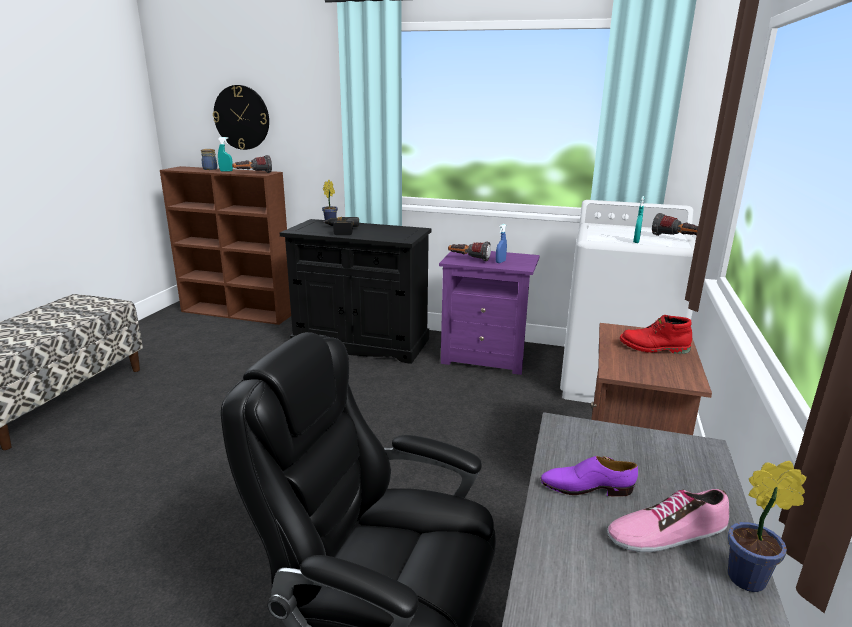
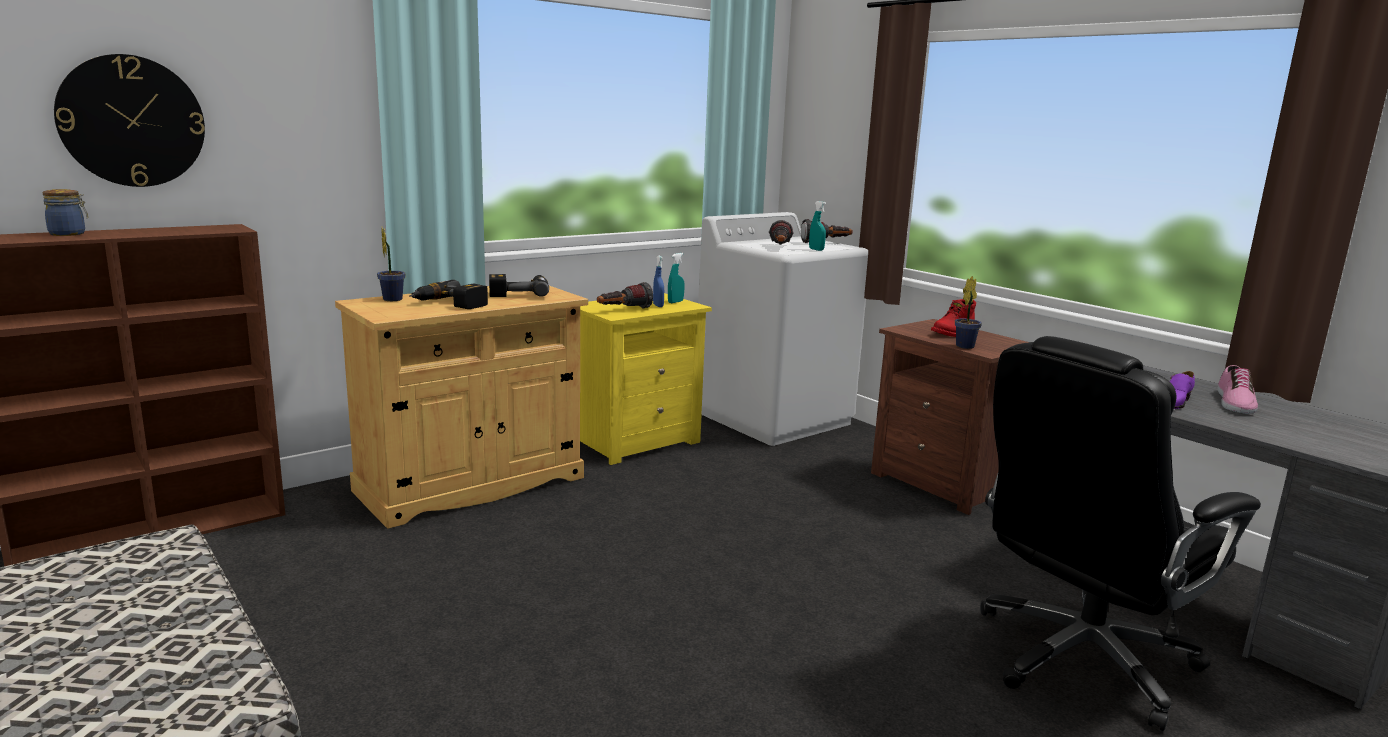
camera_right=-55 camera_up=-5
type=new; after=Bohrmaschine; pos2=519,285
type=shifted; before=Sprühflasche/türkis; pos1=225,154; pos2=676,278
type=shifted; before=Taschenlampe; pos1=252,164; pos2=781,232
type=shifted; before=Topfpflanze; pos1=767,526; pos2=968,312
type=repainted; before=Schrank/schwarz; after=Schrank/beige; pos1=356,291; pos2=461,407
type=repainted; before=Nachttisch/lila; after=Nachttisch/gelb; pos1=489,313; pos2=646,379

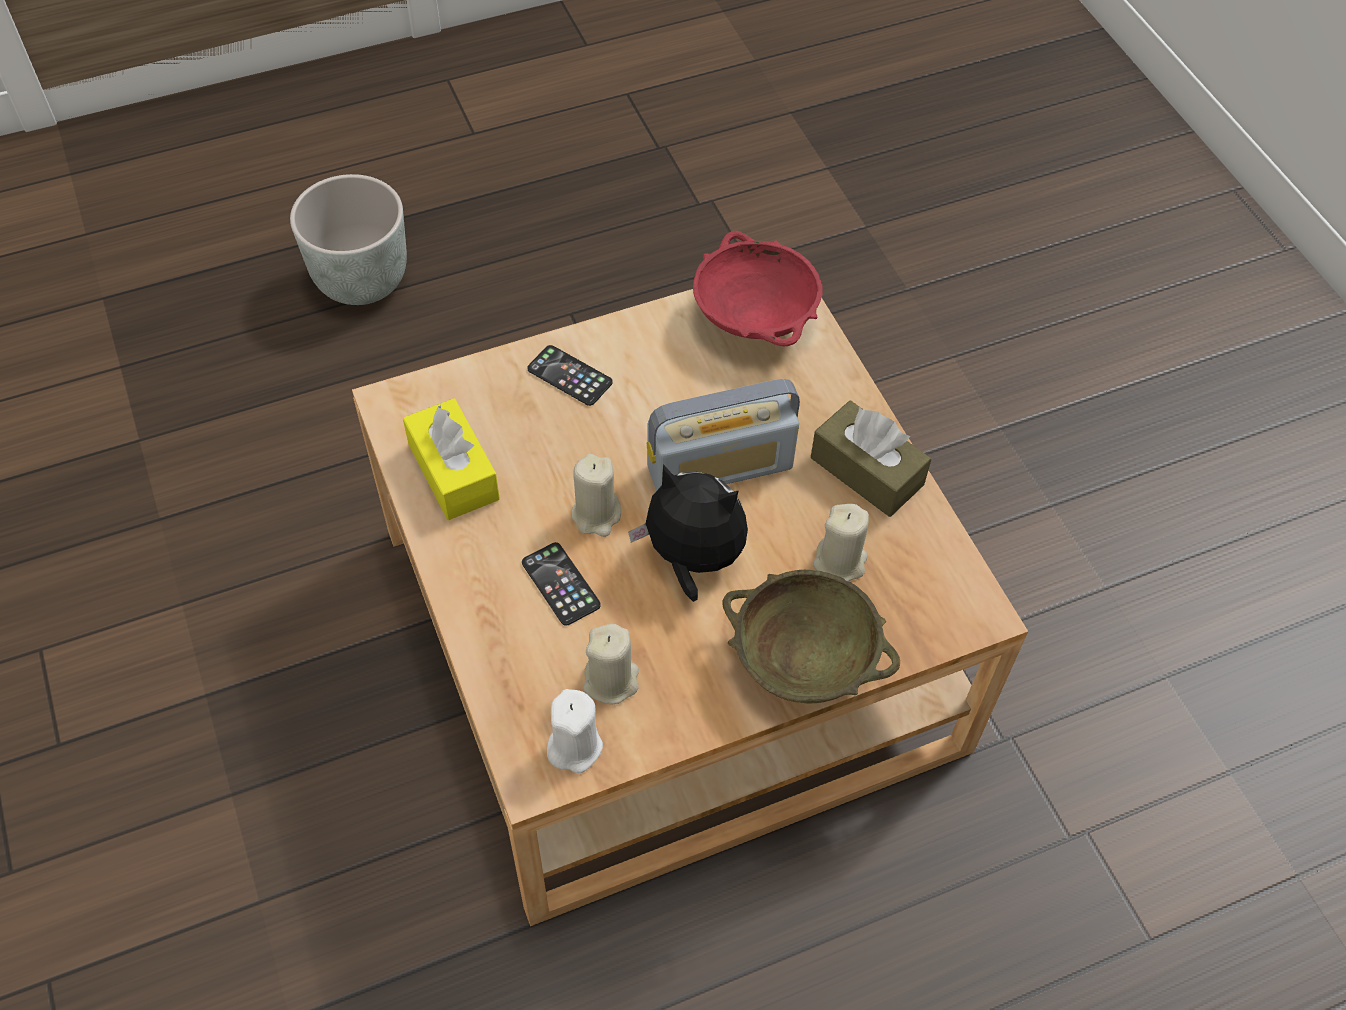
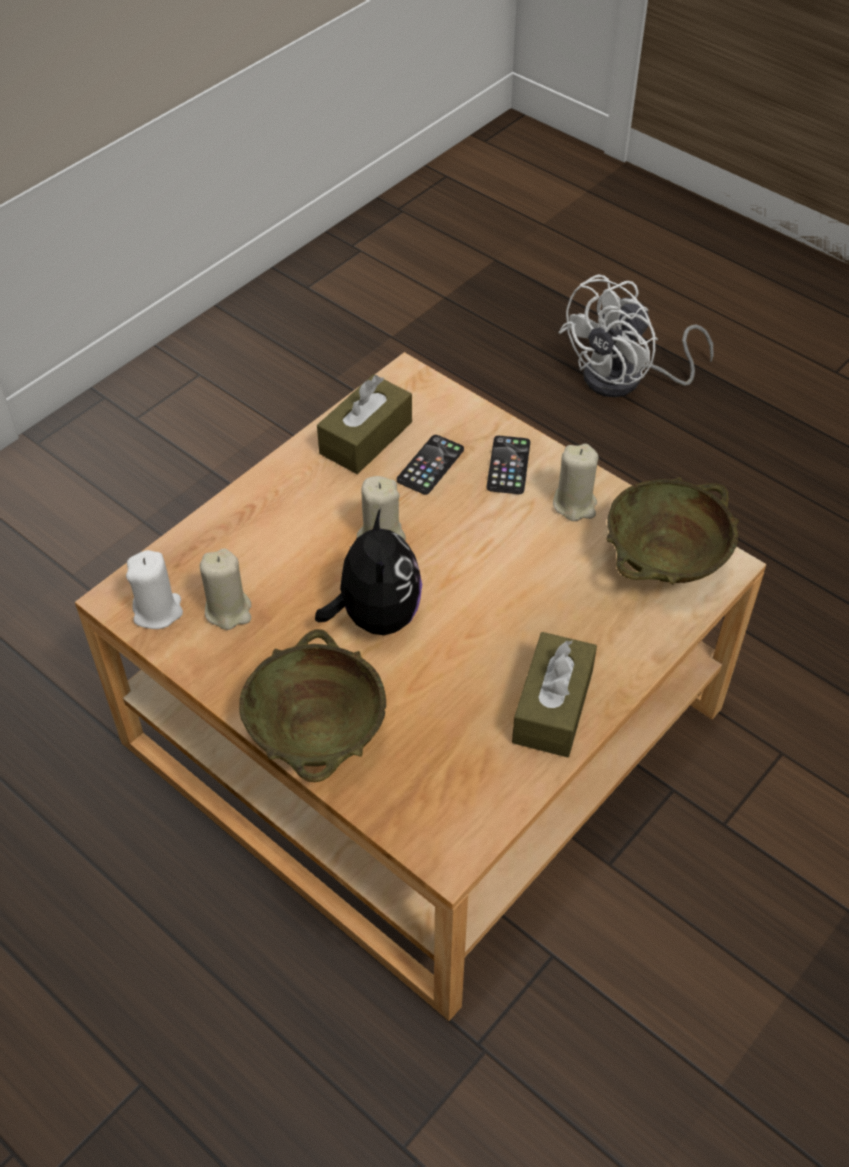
camera_right=65 camera_up=-5
type=gone; before=Radio; pos1=723,435
type=shifted; before=Handy; pos1=561,584; pos2=430,465
type=shifted; before=Kerze/beige; pos1=841,543; pos2=575,482
type=swapped; before=Pflanzkübel/grau; after=Ventilator/weiß; pos1=348,239; pos2=636,335
type=repainted; before=Taschentuchbox/gelb; after=Taschentuchbox/braun; pos1=451,459; pos2=364,424
type=repainted; before=Schüssel/rot; after=Schüssel/beige; pos1=758,289; pos2=672,531

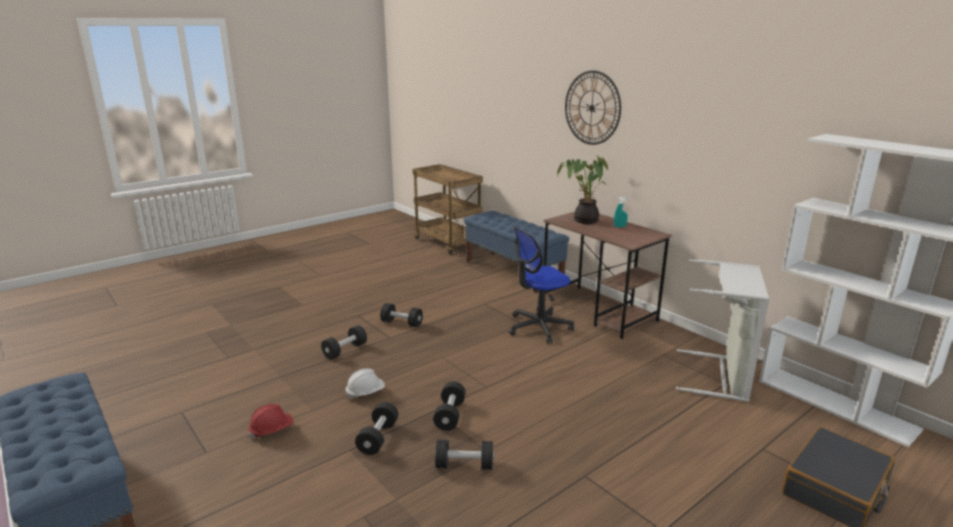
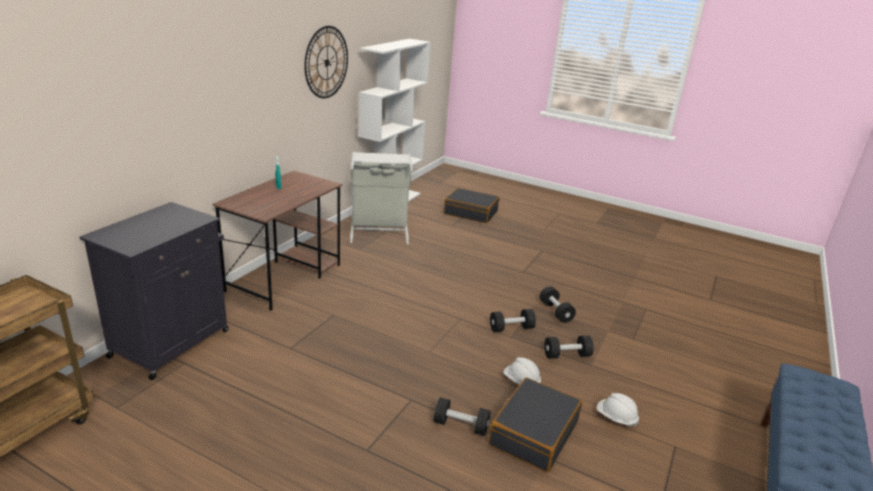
camera_right=-115 camera_up=5
type=gone; before=Hantel/schwarz; pos1=401,315
type=gone; before=Bürostuhl; pos1=541,285
type=gone; before=Topfpflanze; pos1=582,189
type=new; after=Koffer/schwarz; pos2=535,425
type=shifted; before=Wanduhr; pos1=593,108; pos2=326,62
type=swapped; before=Bank/blau; after=Schrank/schwarz; pos1=516,252; pos2=154,291
type=repainted; before=Schutzhelm/rot; after=Schutzhelm/weiß; pos1=270,421; pos2=618,410

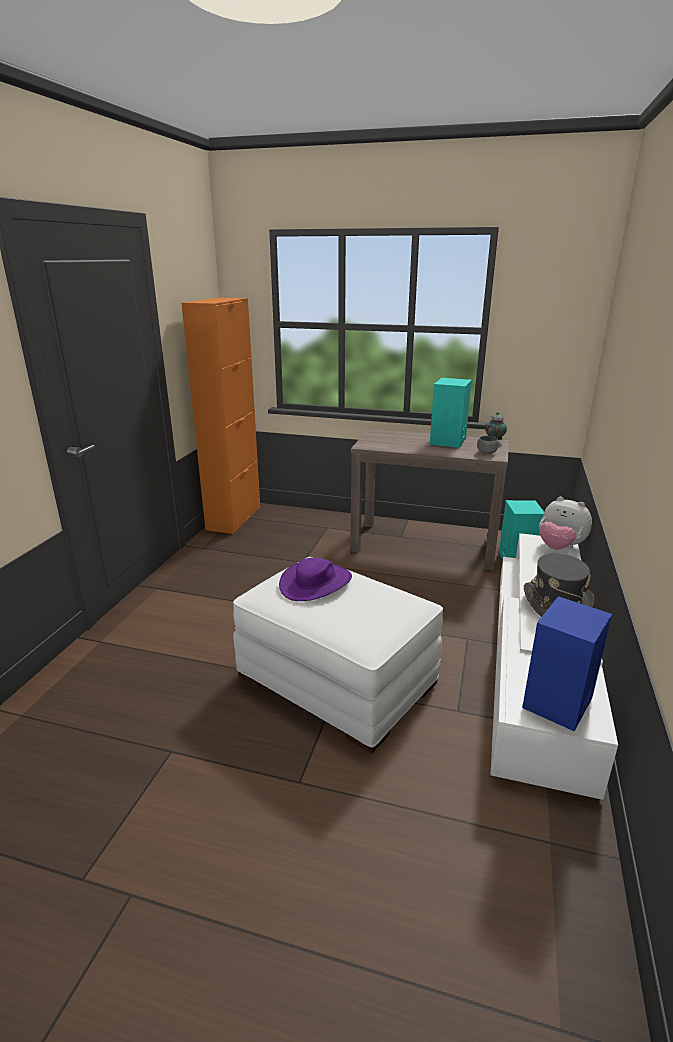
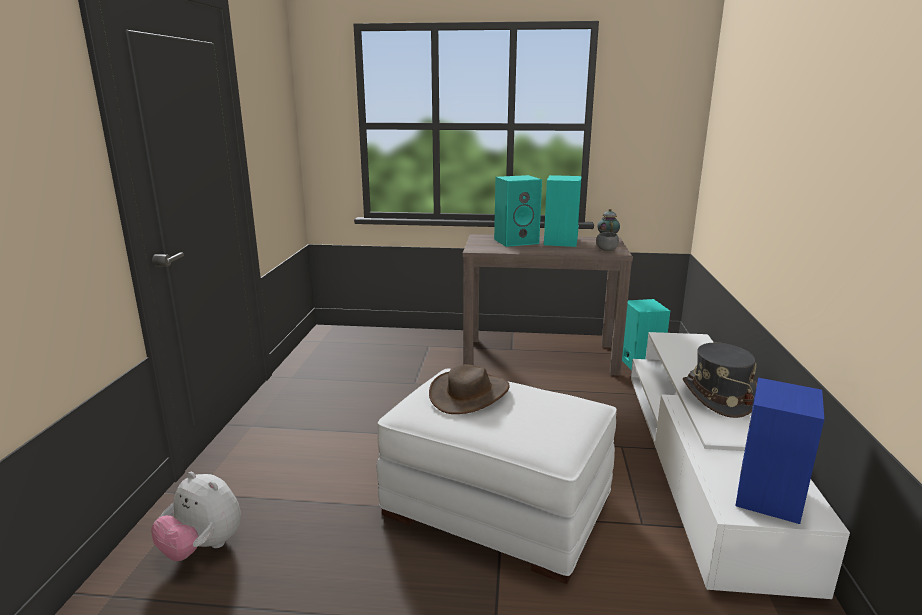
camera_right=-10 camera_up=-5
type=gone; before=Schrank/orange; pos1=221,416
type=new; after=Lautsprecher/türkis; pos2=518,211
type=shifted; before=Plüschtier; pos1=565,523; pos2=196,516
type=repainted; before=Hut/lila; after=Hut/braun; pos1=315,579; pos2=469,389

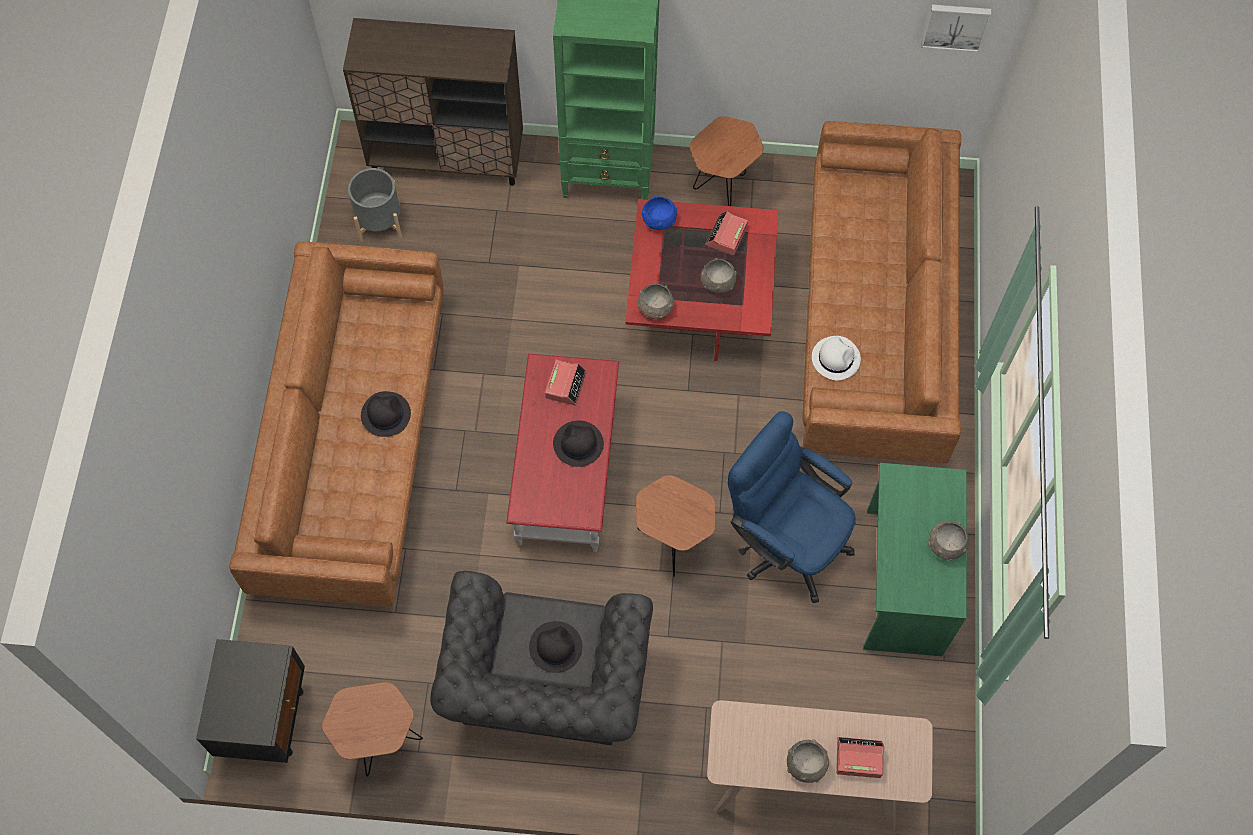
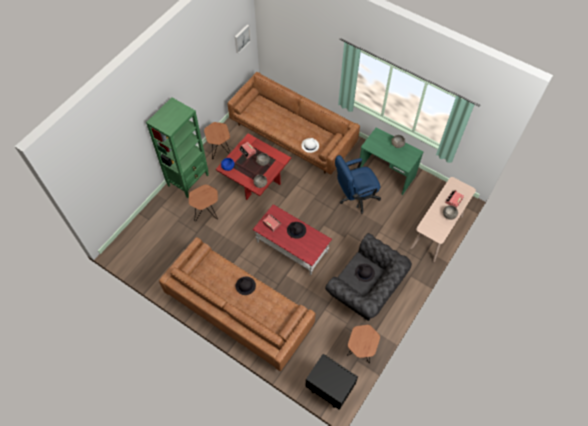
camera_right=-60 camera_up=-5
type=gone; before=Schrank/braun; pos1=433,102
type=gone; before=Pflanzkübel/grau; pos1=375,205
type=shifted; before=Beistelltisch/braun; pos1=676,526; pos2=203,203

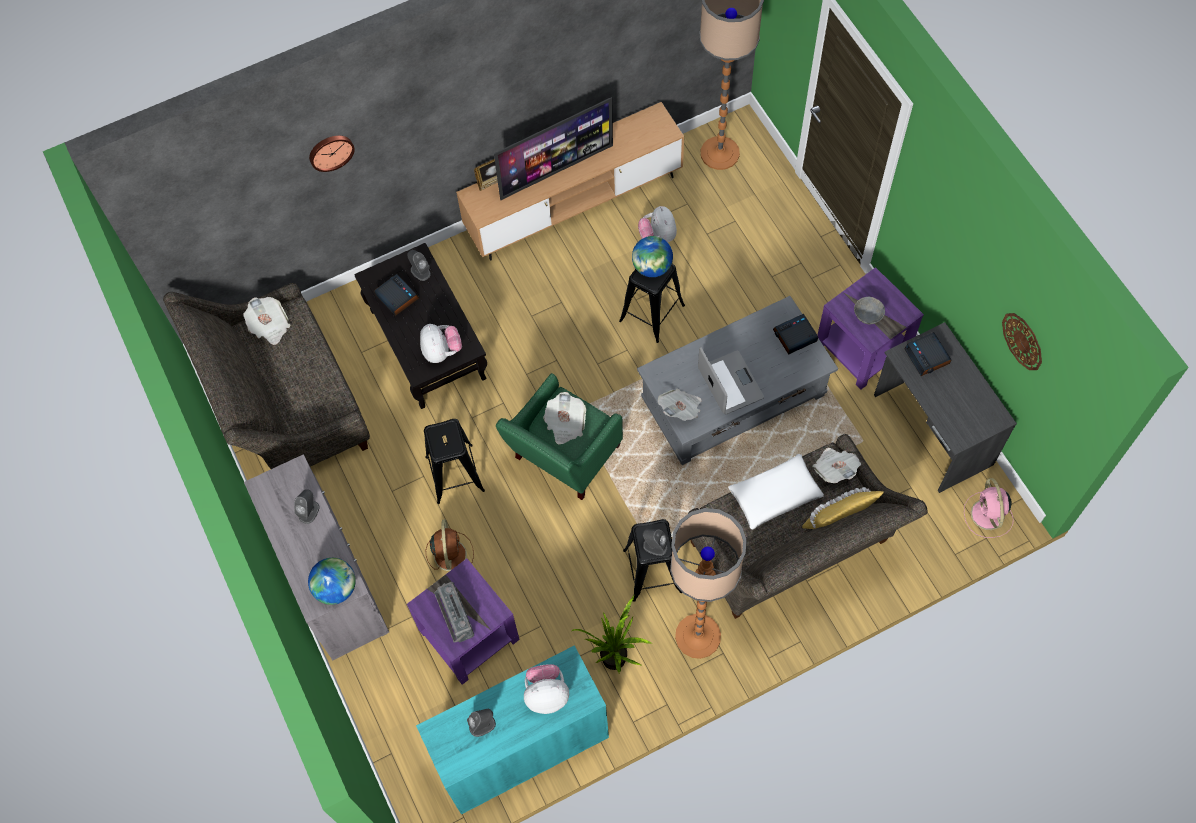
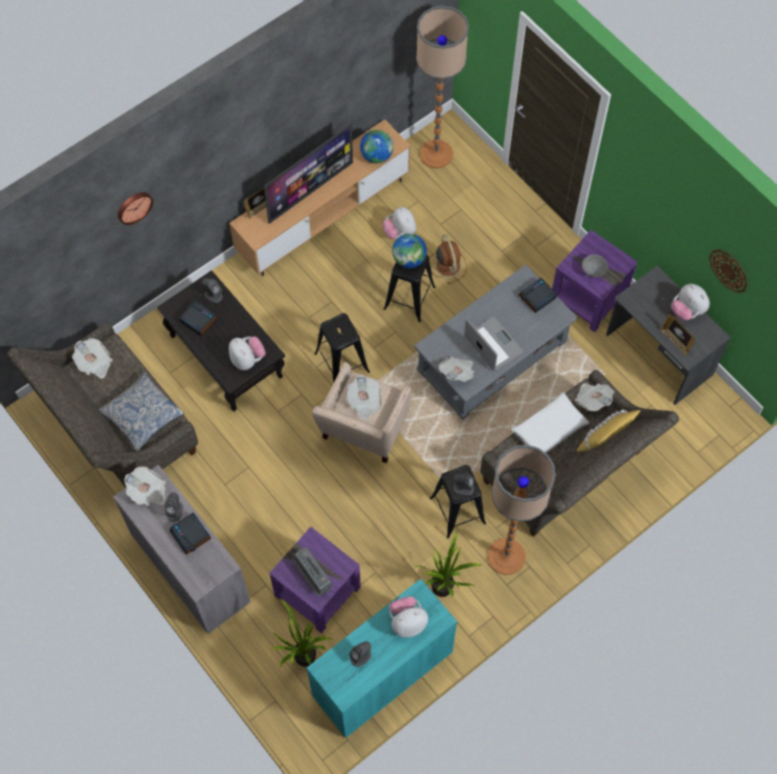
camera_right=-15 camera_up=0
type=gone; before=Ventilator/rosa; pos1=989,508
type=new; after=Kissen; pos2=141,411
type=new; after=Zeitung; pos2=145,486
type=new; after=Topfpflanze; pos2=301,633
type=new; after=Bilderrahmen; pos2=677,335
type=new; after=Plüschtier; pos2=690,302
type=shifted; before=Globus; pos1=332,581; pos2=376,146
type=shifted; before=Hocker/schwarz; pos1=454,461; pos2=342,348
type=shifted; before=Ventilator/braun; pos1=450,545; pos2=448,259
type=shifted; before=Wecker; pos1=927,354; pos2=190,533
type=repainted; before=Sessel/grün; after=Sessel/beige; pos1=559,436; pos2=361,412

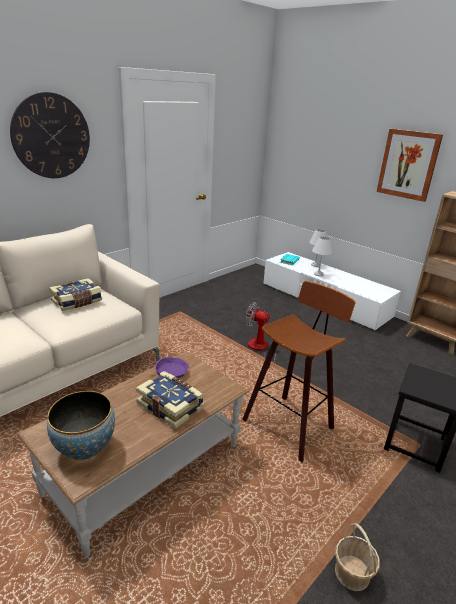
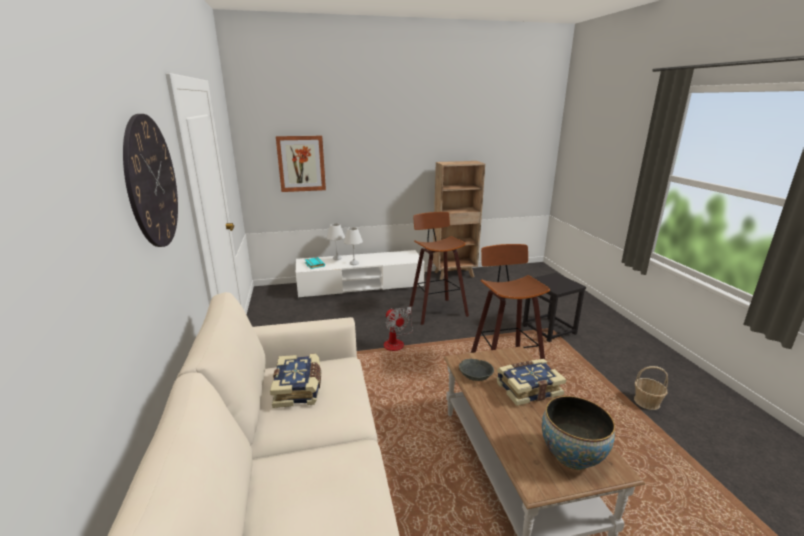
camera_right=-55 camera_up=-5
type=new; after=Hocker; pos2=439,268
type=shifted; before=Bild; pos1=410,165; pos2=301,164
type=repainted; before=Schüssel/lila; after=Schüssel/grau; pos1=172,367; pos2=476,370
type=rotated; before=Ventilator; pos1=261,335; pos2=398,329; turn=-90

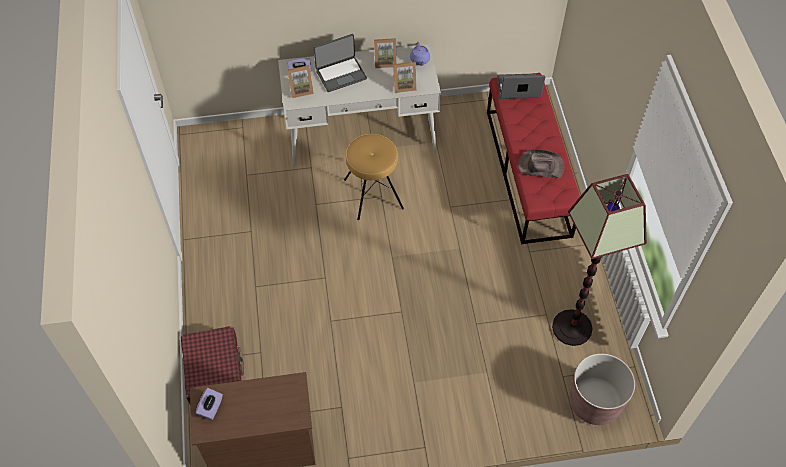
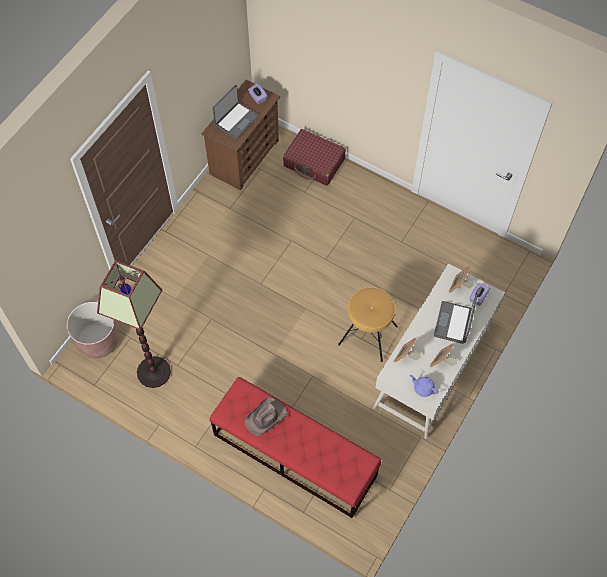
camera_right=130 camera_up=5
type=shifted; before=Laptop; pos1=521,86; pos2=236,112

